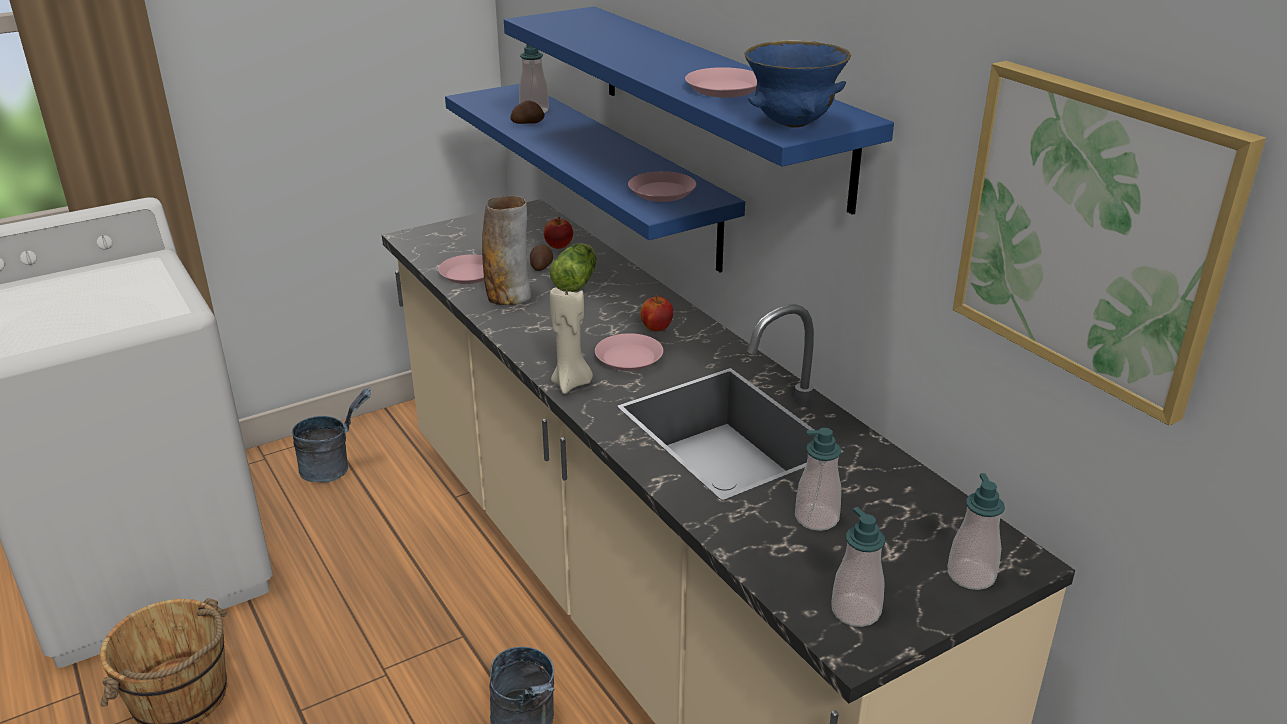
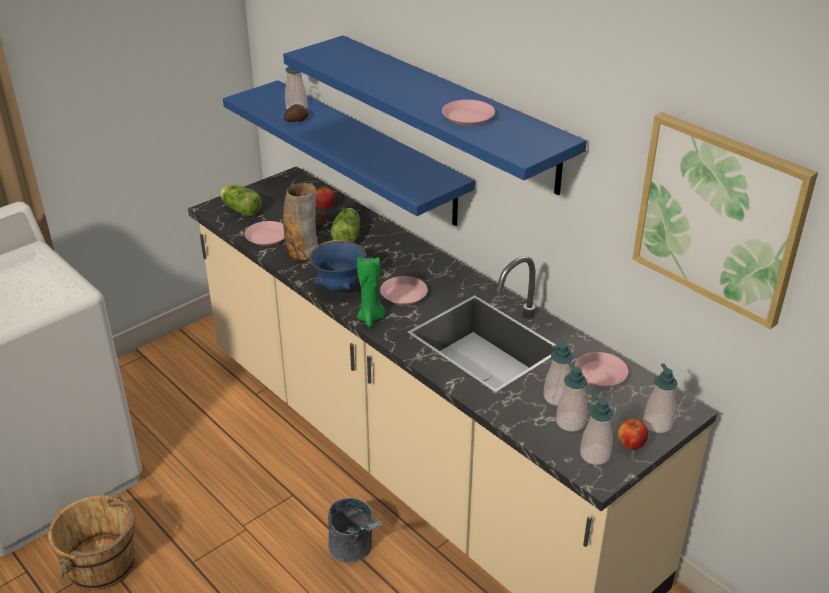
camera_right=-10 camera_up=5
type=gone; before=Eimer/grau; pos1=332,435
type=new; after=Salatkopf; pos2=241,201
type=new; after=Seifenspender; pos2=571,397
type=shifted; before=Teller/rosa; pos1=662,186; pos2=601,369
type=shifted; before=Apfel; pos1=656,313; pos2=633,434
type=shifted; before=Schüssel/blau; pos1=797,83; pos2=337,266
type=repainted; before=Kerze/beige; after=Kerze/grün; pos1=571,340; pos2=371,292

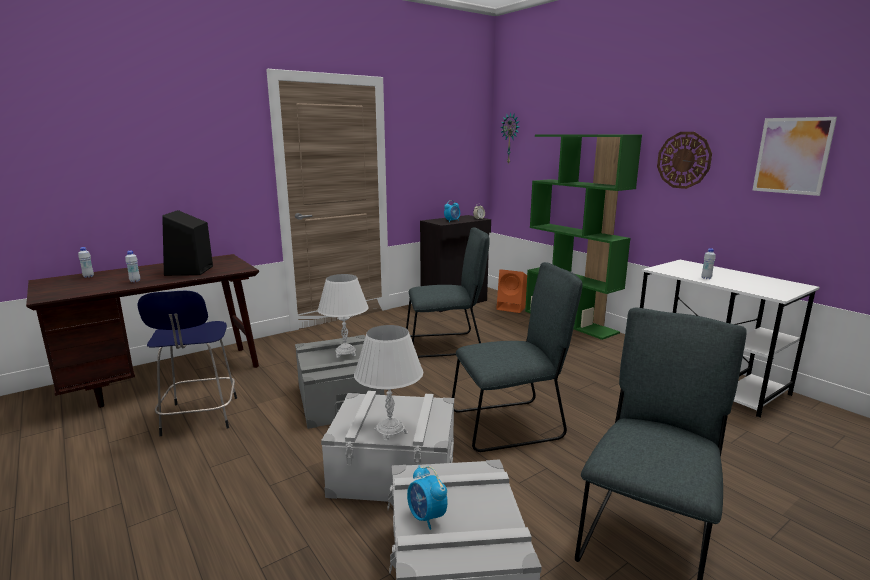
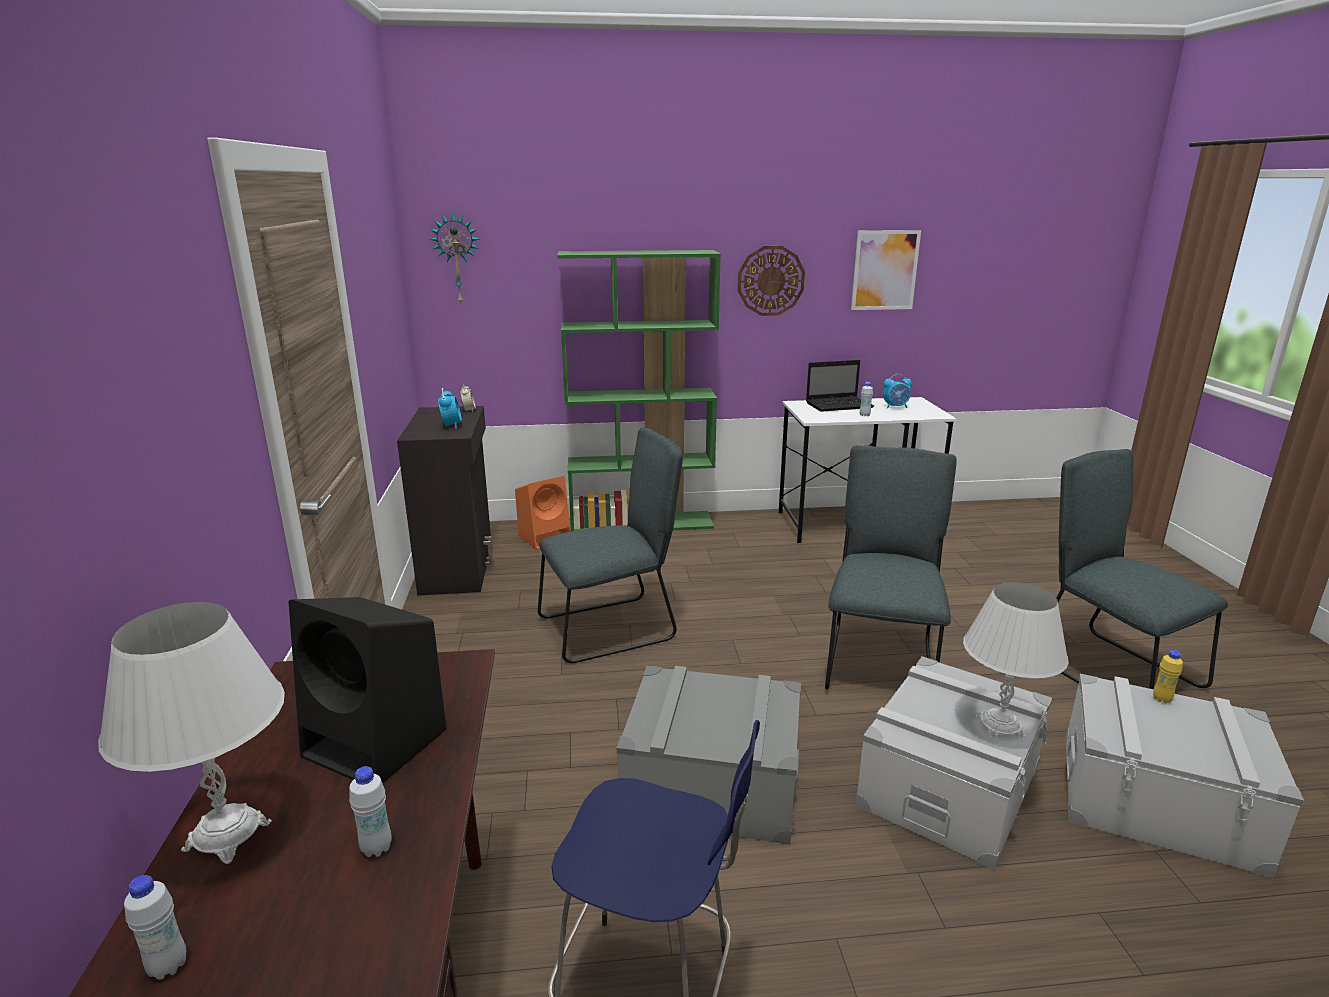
camera_right=-60 camera_up=5
type=new; after=Laptop; pos2=840,386
type=new; after=Flasche/gelb; pos2=1168,676
type=shifted; before=Tischlampe/weiß; pos1=343,316; pos2=191,733
type=shifted; before=Wecker; pos1=427,497; pos2=897,391
type=rotated; before=Stuhl/grau; pos1=448,292; pos2=610,545; turn=45

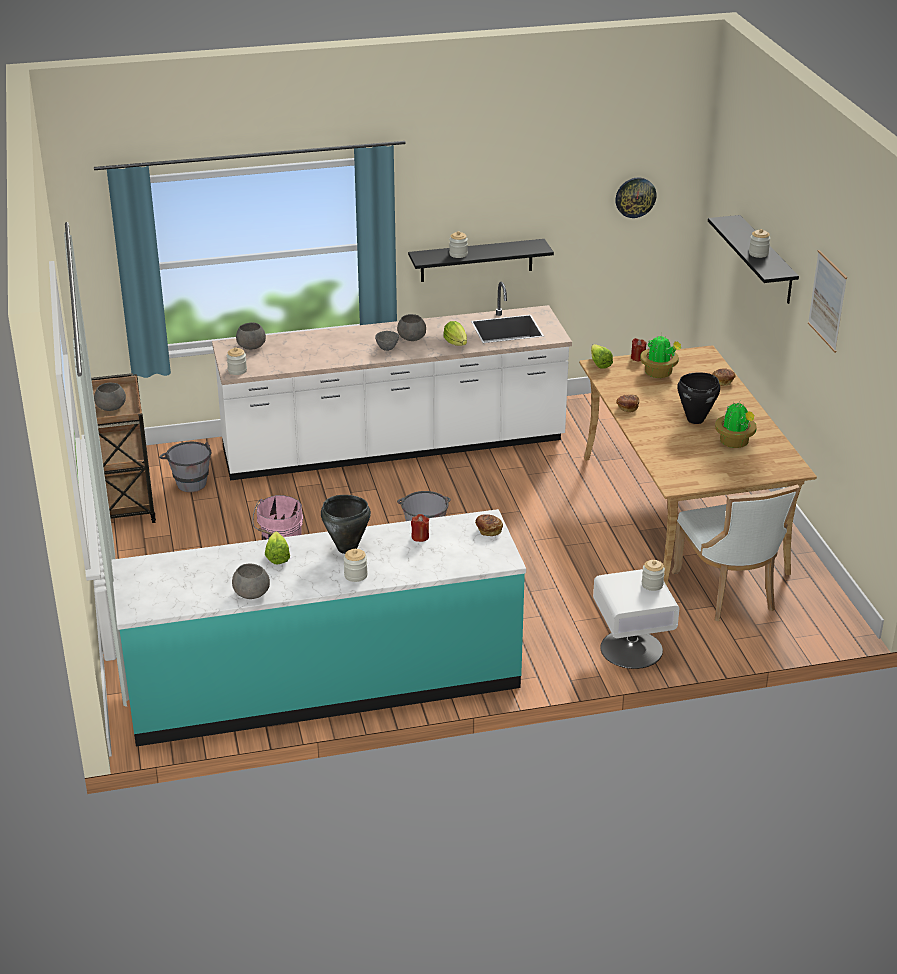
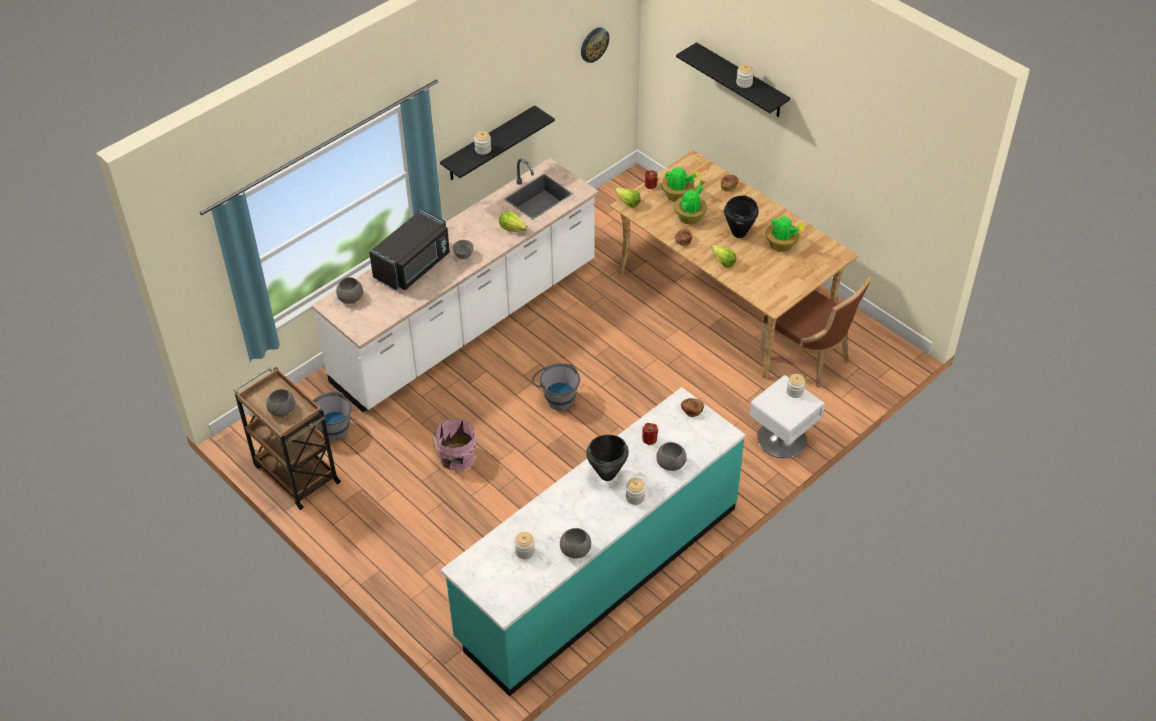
camera_right=-30 camera_up=15
type=gone; before=Bild; pos1=827,301
type=new; after=Mikrowelle/schwarz; pos2=409,250
type=new; after=Topfpflanze; pos2=690,201
type=shifted; before=Vorratsglas; pos1=237,361; pos2=524,545
type=shifted; before=Salatkopf; pos1=277,547; pos2=724,256
type=shifted; before=Schüssel/grau; pos1=411,327; pos2=671,456
type=repainted; before=Stuhl/weiß; after=Stuhl/braun; pos1=735,552; pos2=815,332

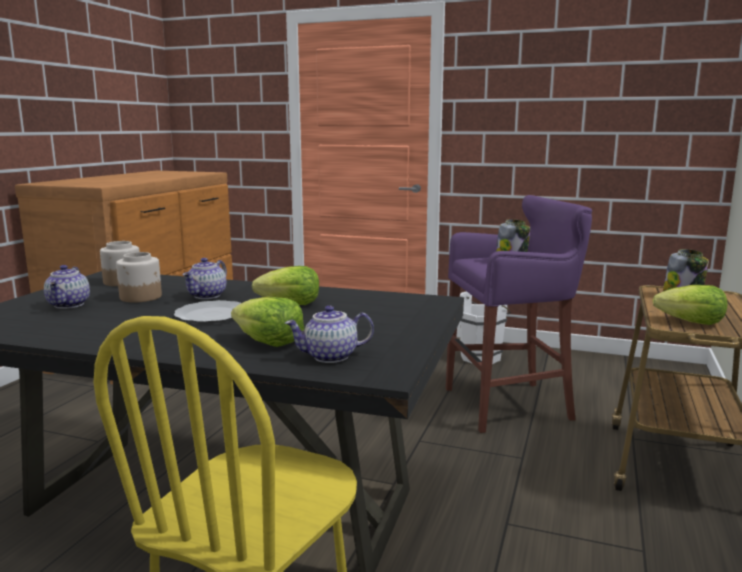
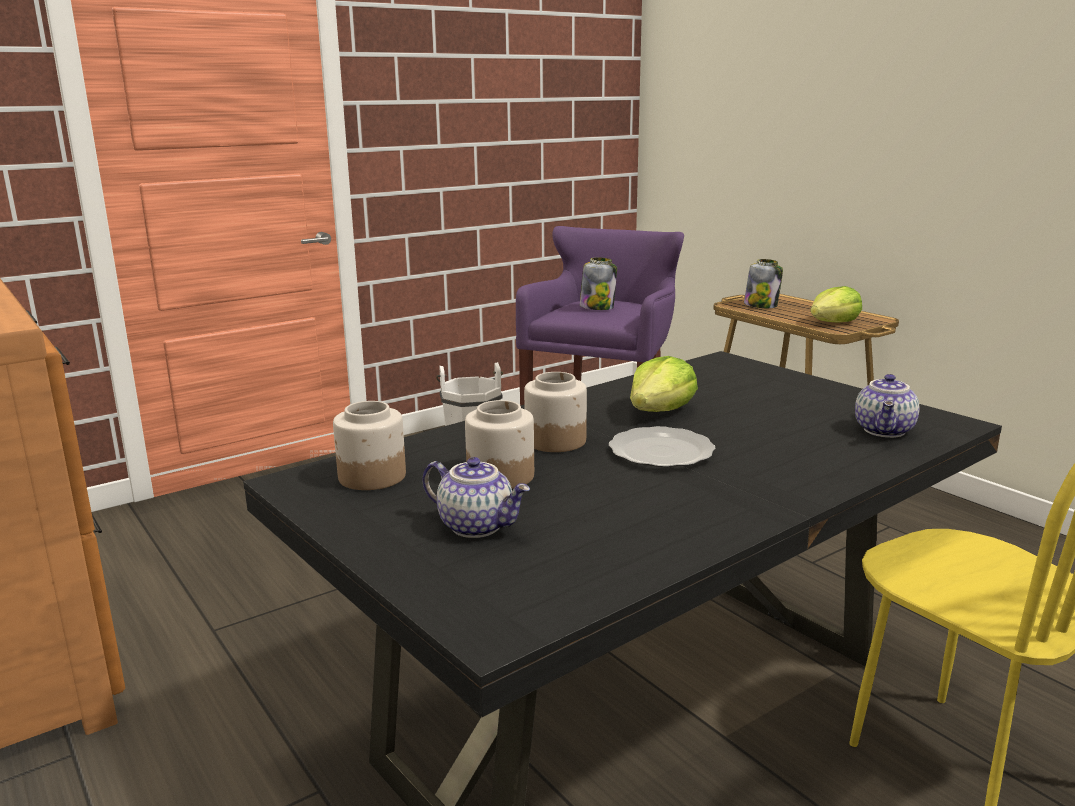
camera_right=-55 camera_up=5
type=gone; before=Salatkopf; pos1=268,322
type=swapped; before=Teekanne; after=Vorratsglas; pos1=204,278; pos2=555,412

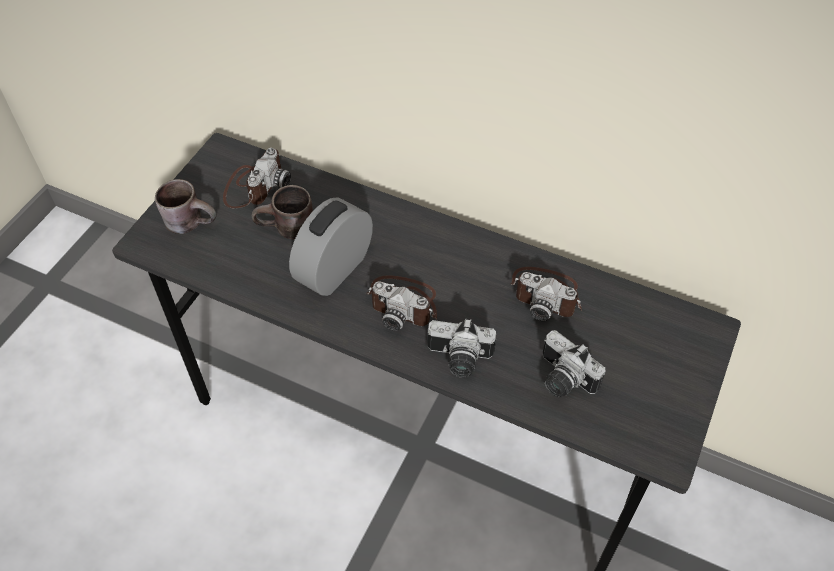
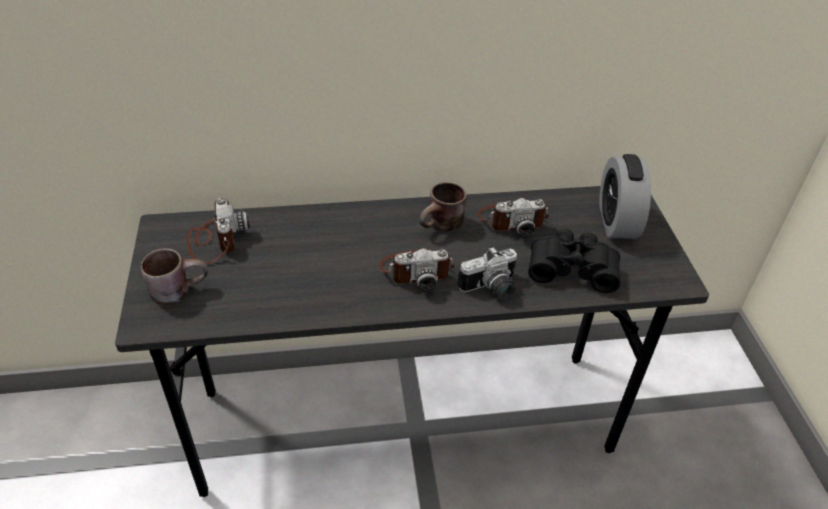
camera_right=-35 camera_up=-10
type=shifted; before=Henkelbecher/braun; pos1=282,212; pos2=442,206
type=shifted; before=Wecker; pos1=331,246; pos2=625,196
type=swapped; before=Kamera; after=Fernglas/schwarz; pos1=574,363; pos2=574,261

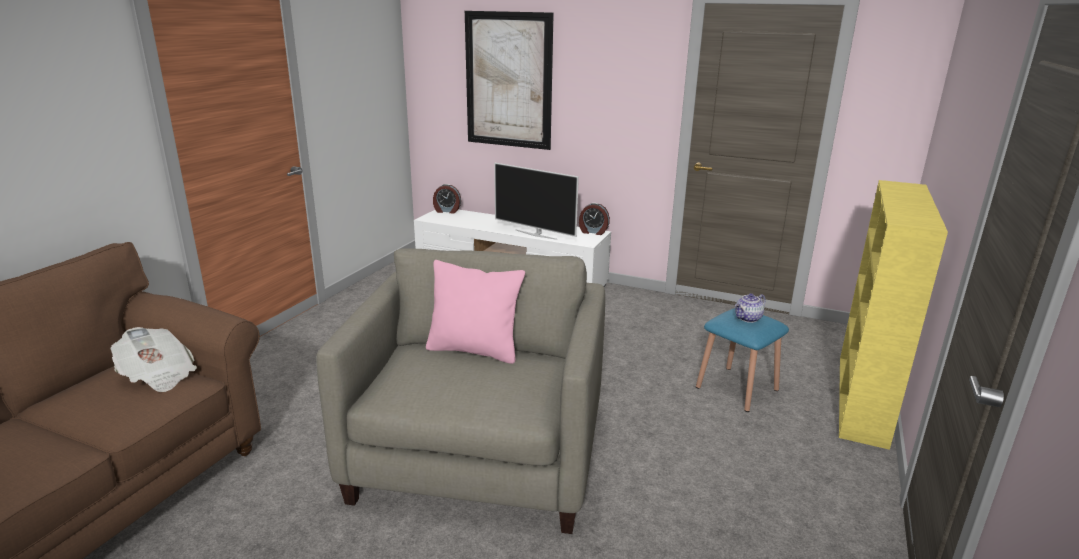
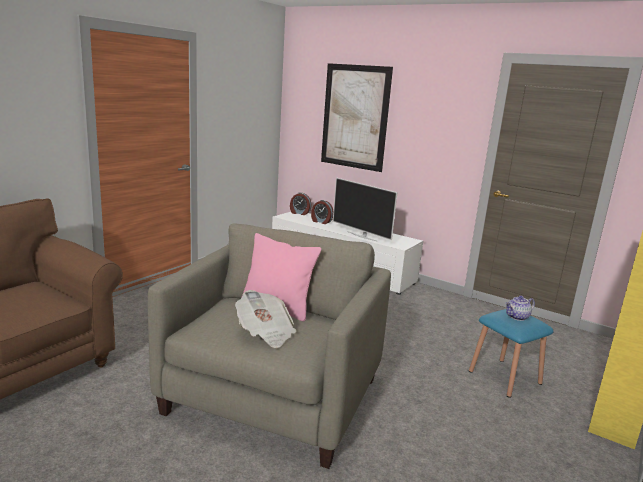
camera_right=10 camera_up=-5
type=shifted; before=Zeitung; pos1=153,359; pos2=265,319
type=shifted; before=Wecker; pos1=594,219; pos2=322,212

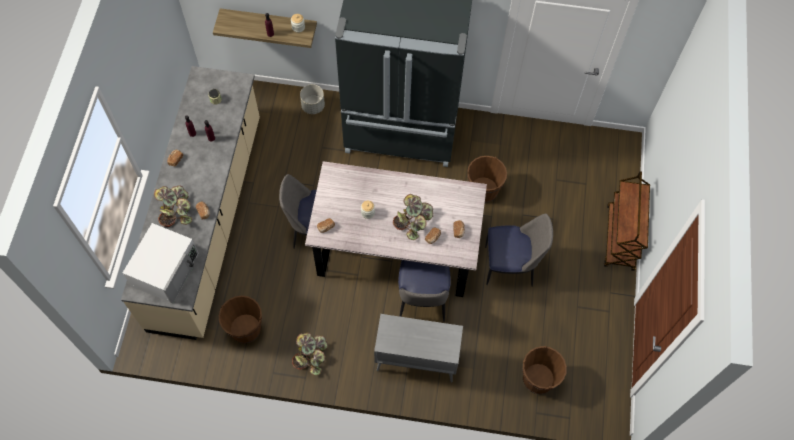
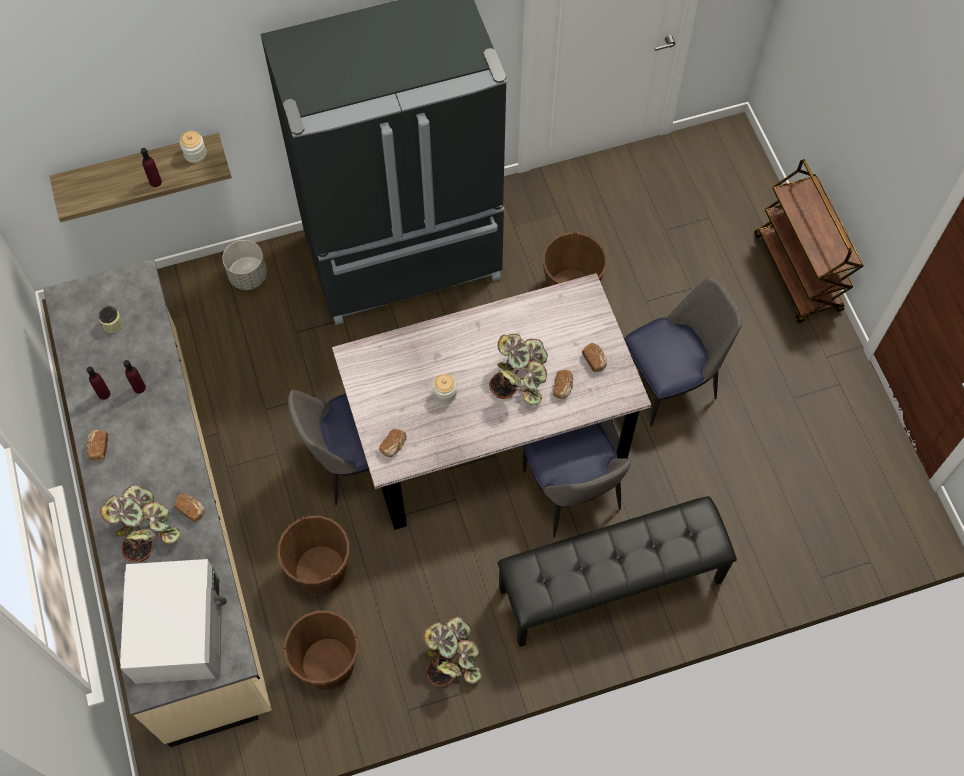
camera_right=-25 camera_up=0
type=shifted; before=Eimer/braun; pos1=545,370; pos2=313,555
type=swapped; before=Schrank/grau; after=Bank/schwarz; pos1=418,348; pos2=617,571

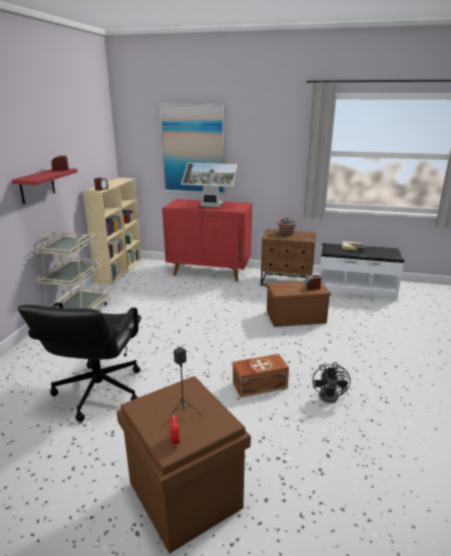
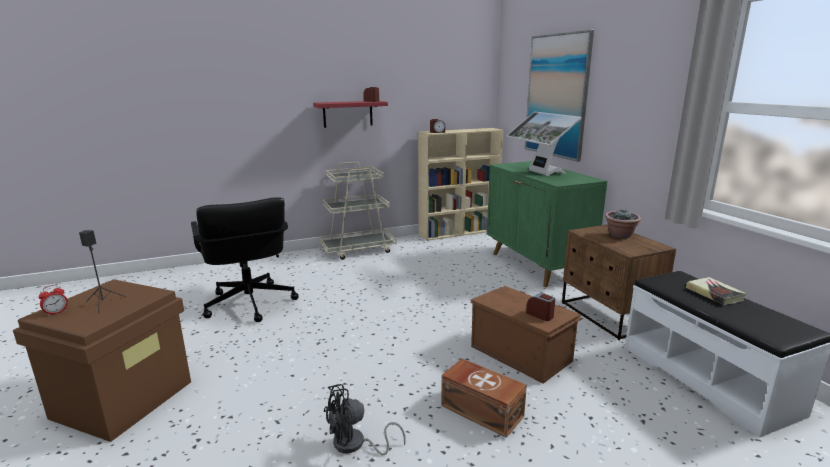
camera_right=55 camera_up=-5
type=shifted; before=Aufbewahrungsbox/braun; pos1=261,376; pos2=484,398
type=repainted; before=Schrank/rot; after=Schrank/grün; pos1=207,240; pos2=547,224
type=rotated; before=Bürostuhl/schwarz; pos1=79,362; pos2=245,259; turn=-90

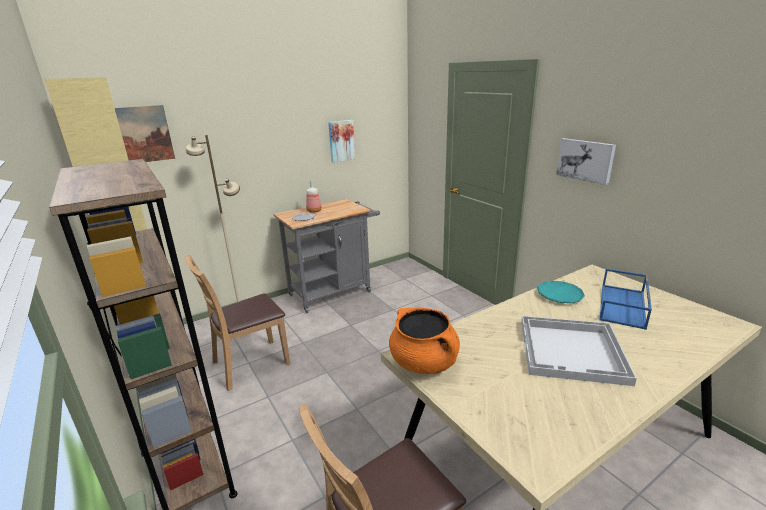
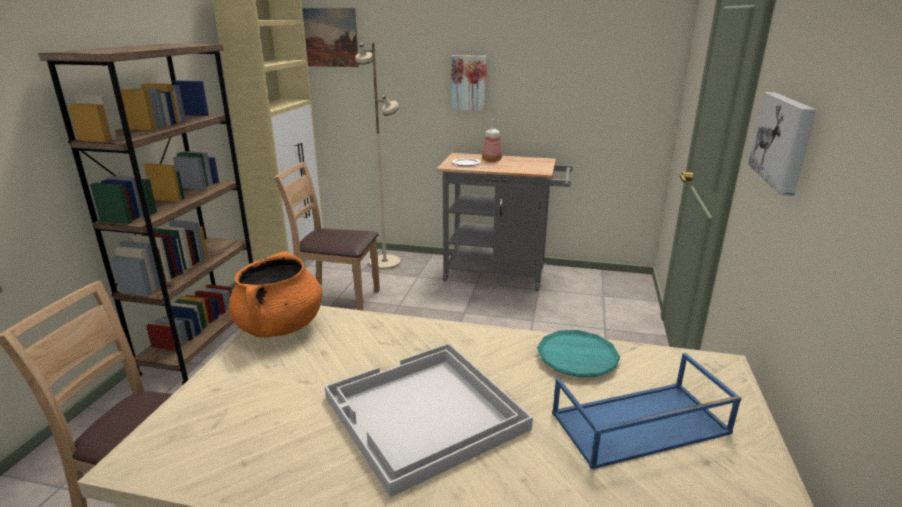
camera_right=45 camera_up=0
type=shifted; before=Bild; pos1=341,141; pos2=469,83

